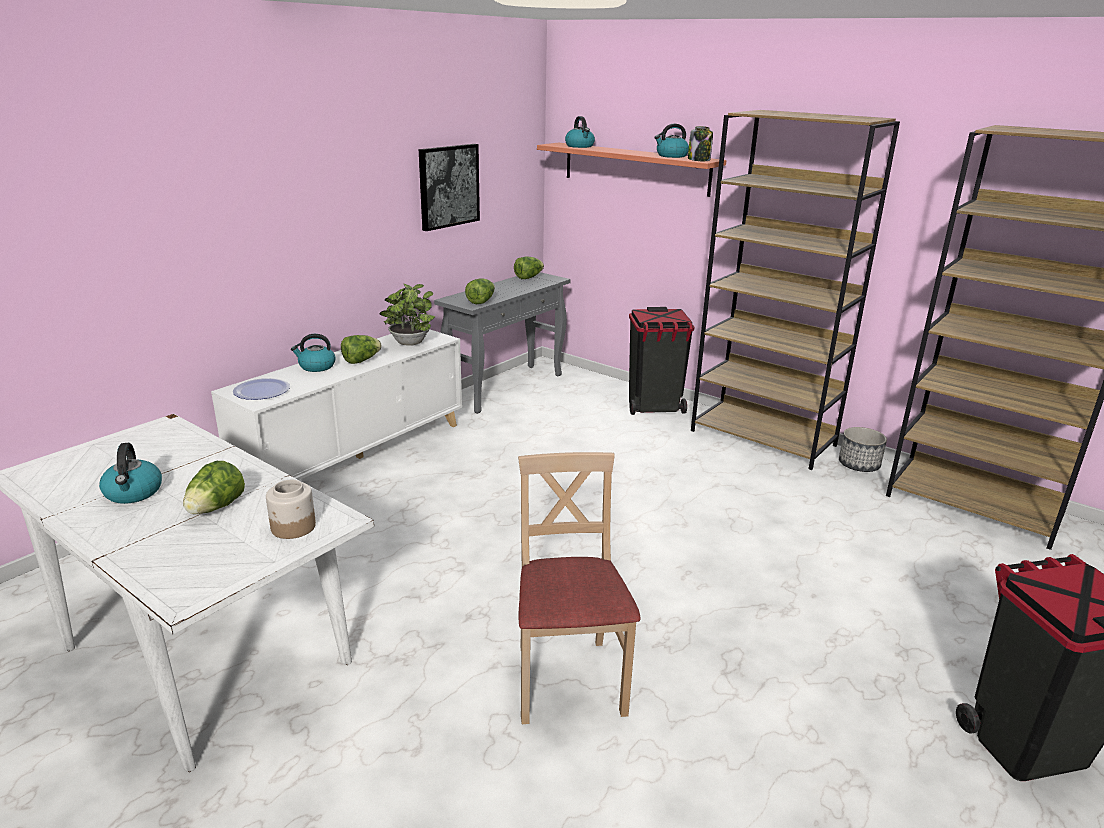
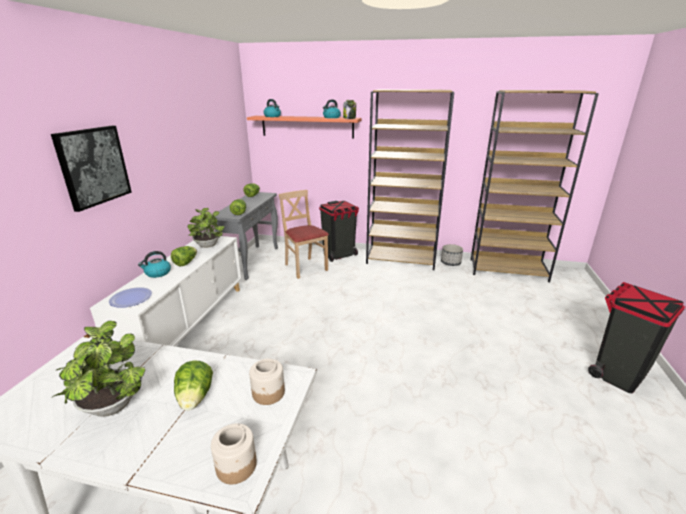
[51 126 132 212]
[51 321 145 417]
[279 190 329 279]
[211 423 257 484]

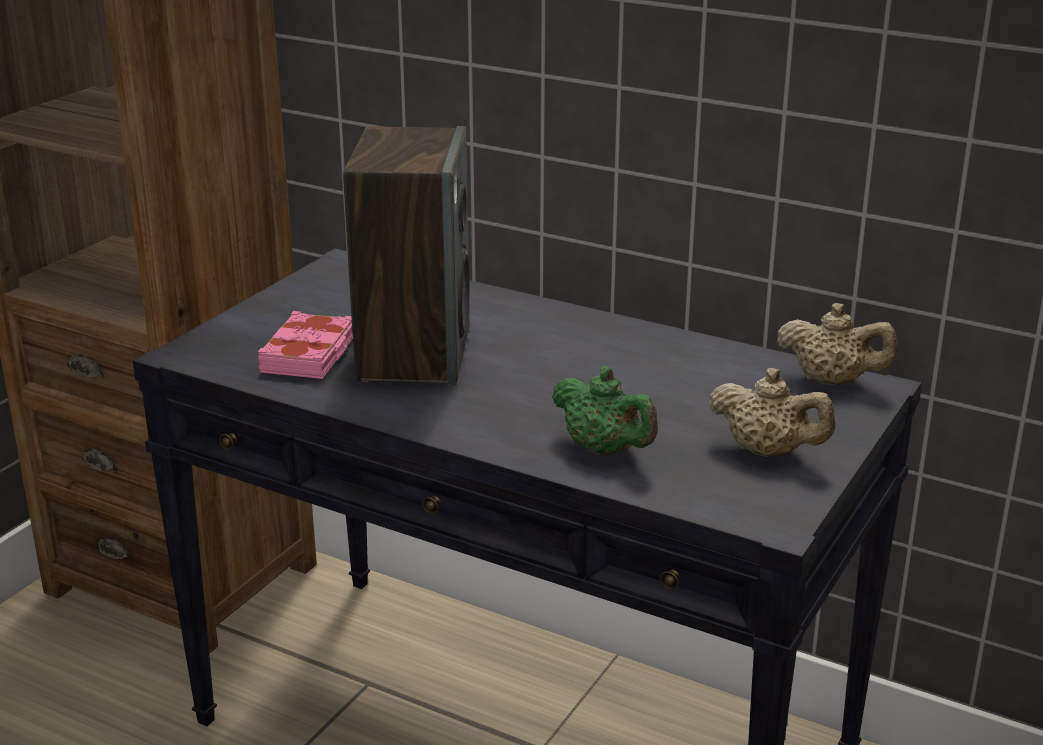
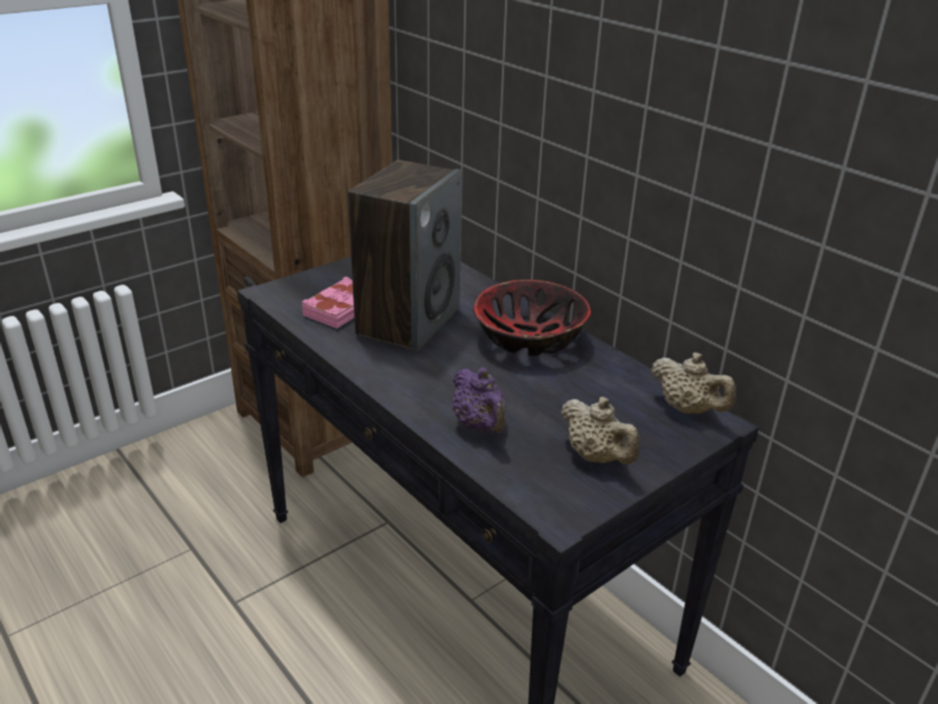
[453 367 506 434]
[473 279 591 356]

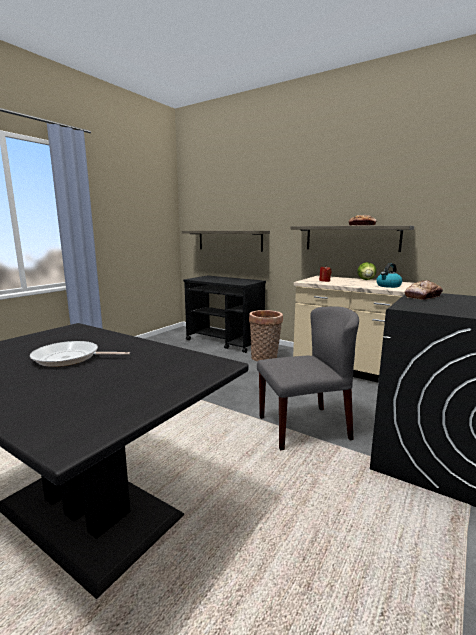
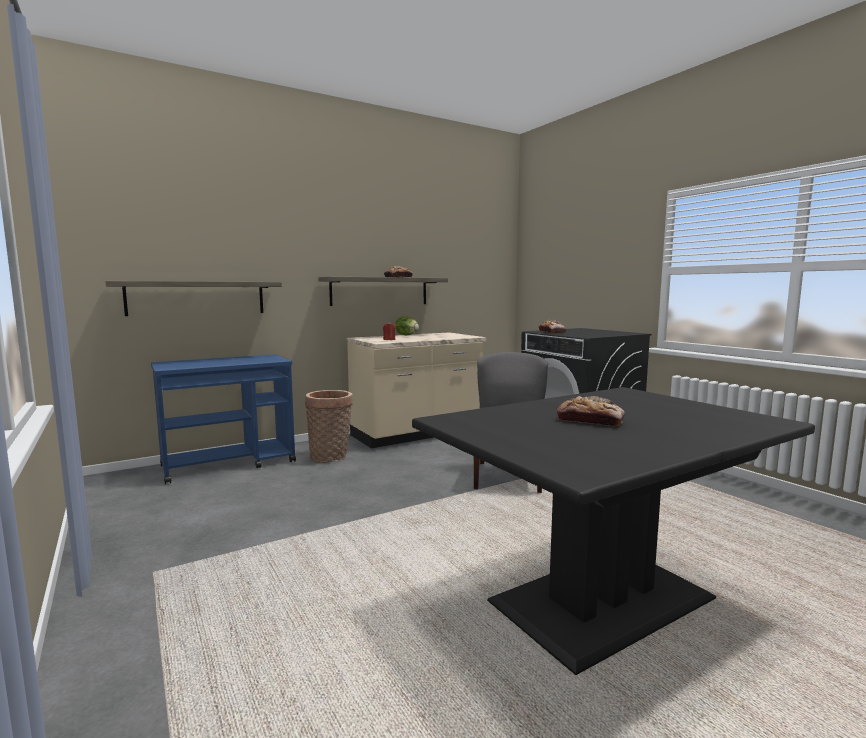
[376 263 403 288] (first image)
[151 354 296 484]
[557 396 625 426]

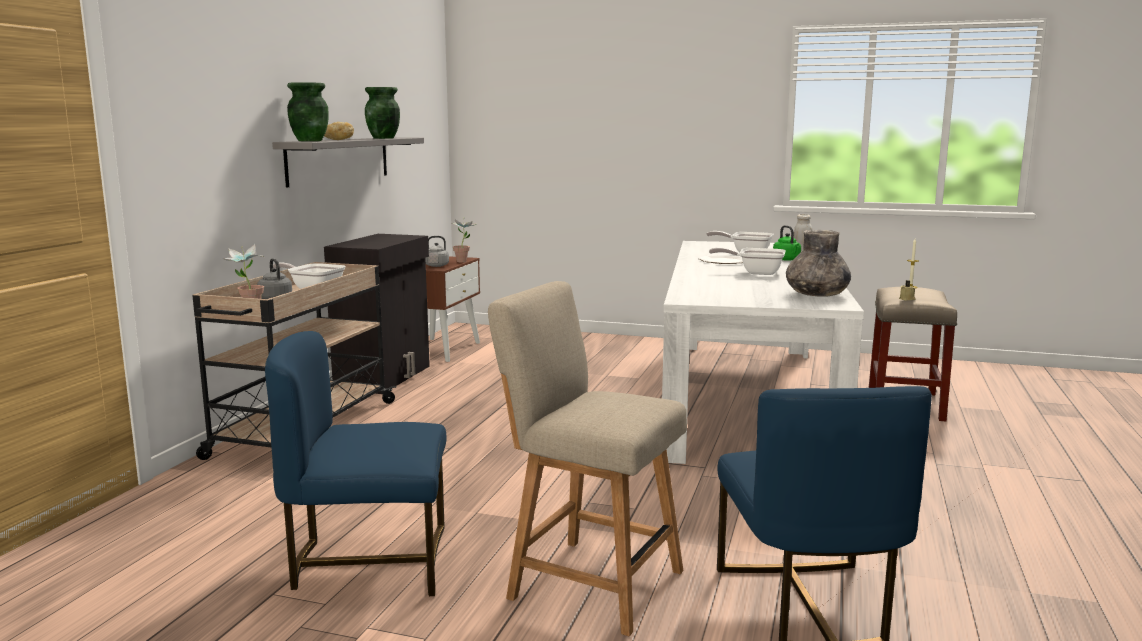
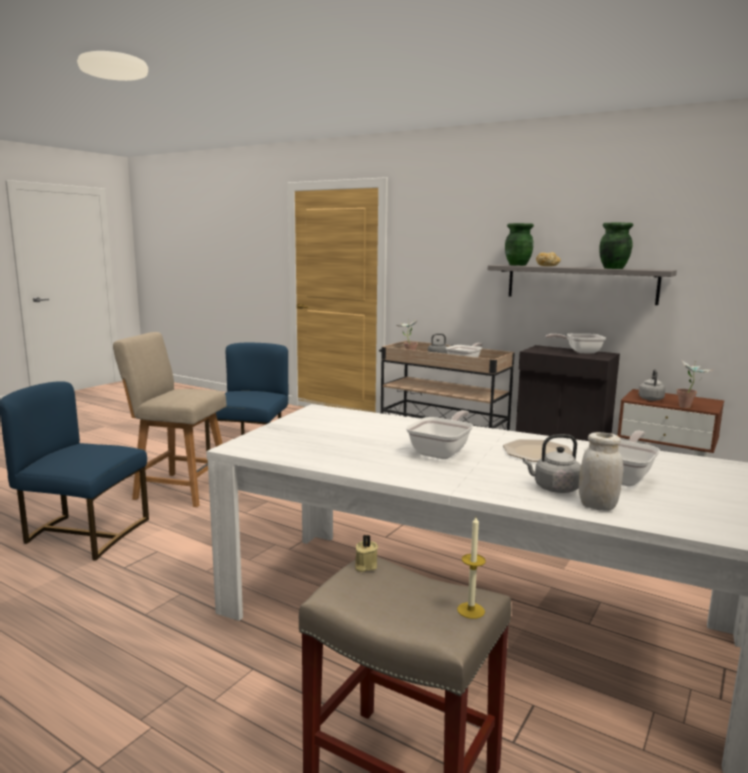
[523 434 581 493]
[786 230 851 297] (first image)
[113 332 227 507]
[545 333 606 353]

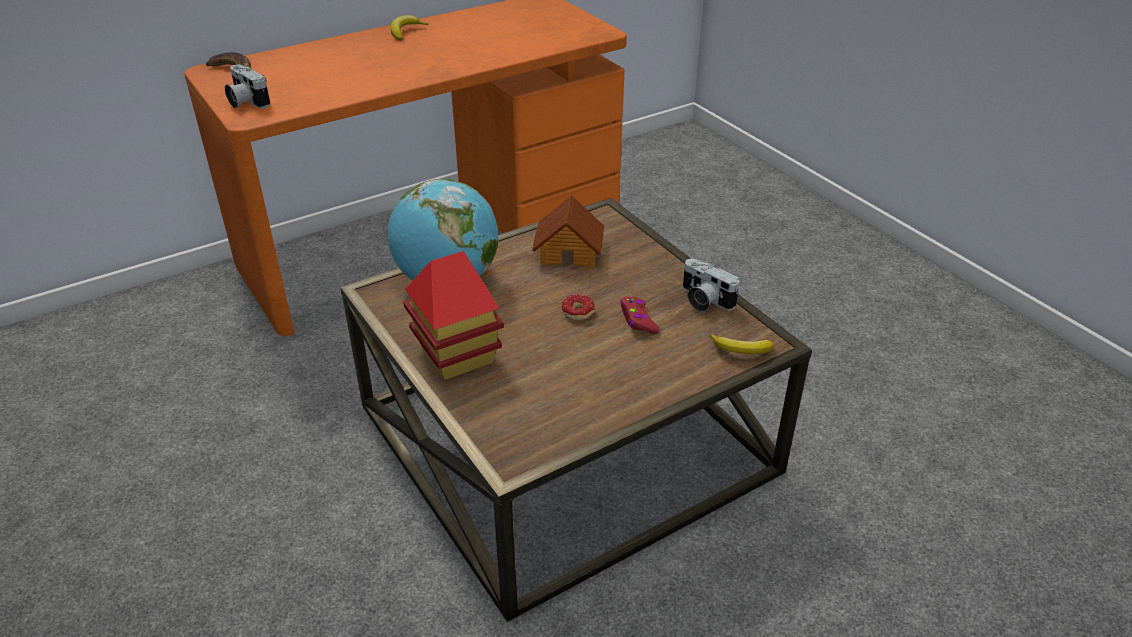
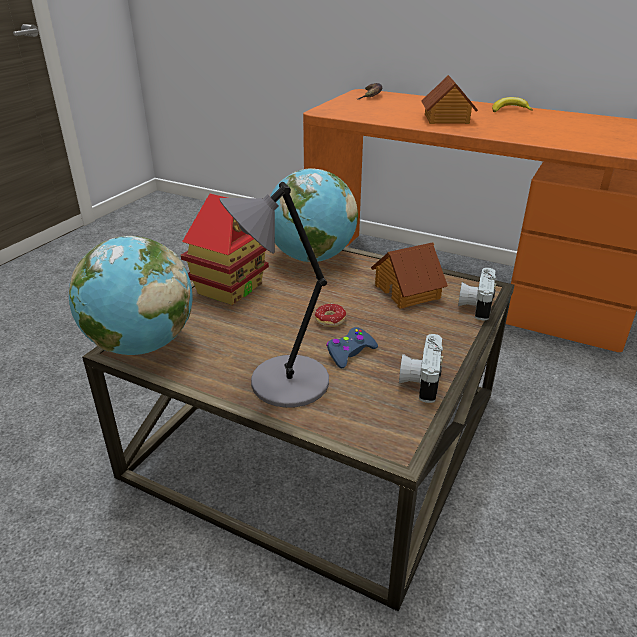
[458 268 496 320]
[326 327 378 368]
[710 334 774 354] (first image)
[421 75 478 124]
[219 182 329 408]
[69 236 192 355]

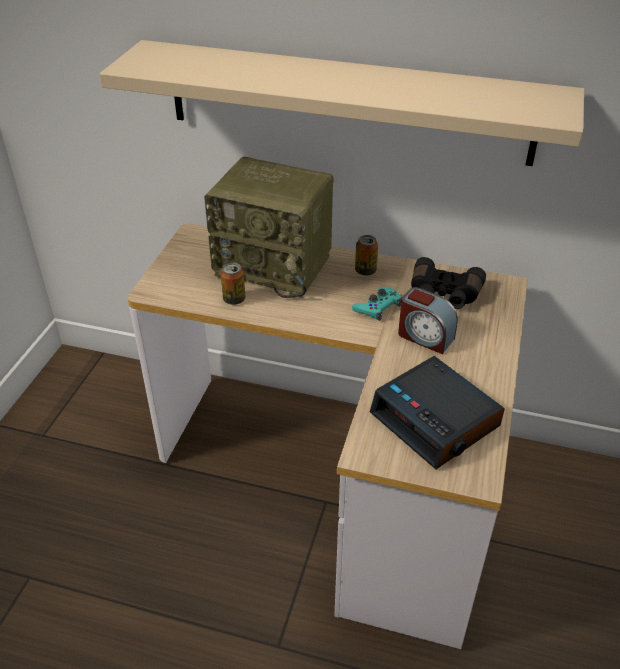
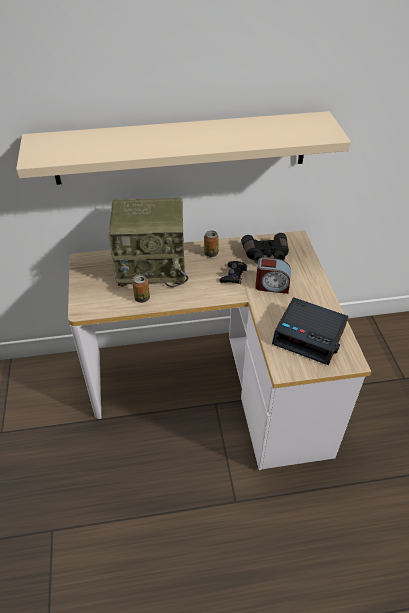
[220 261 247 284]

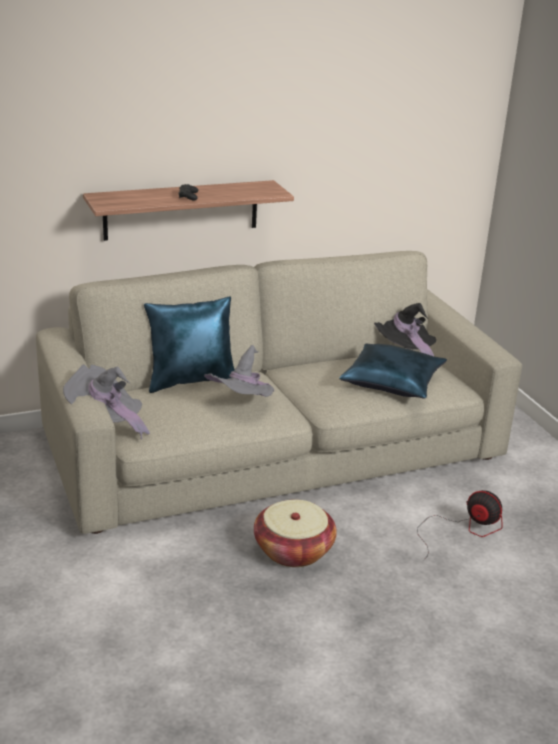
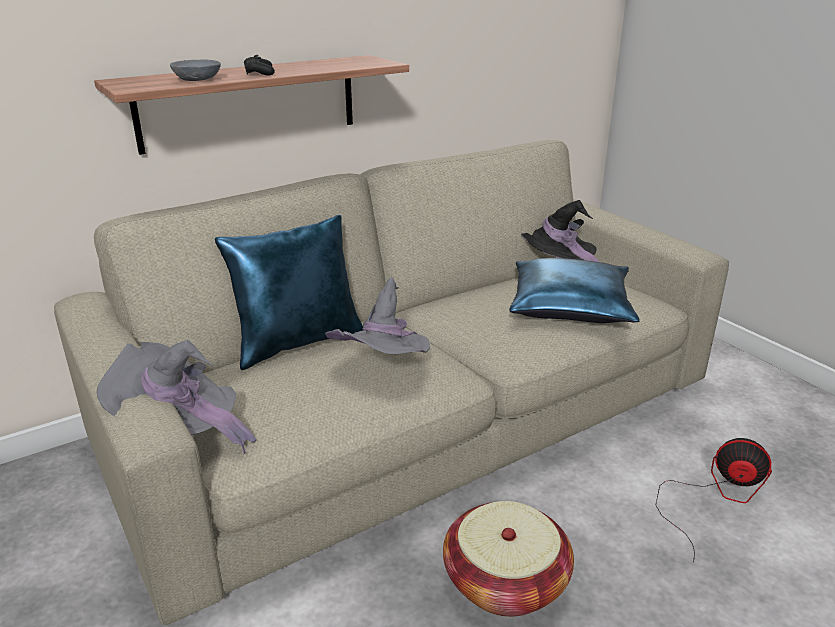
[170 60 221 81]

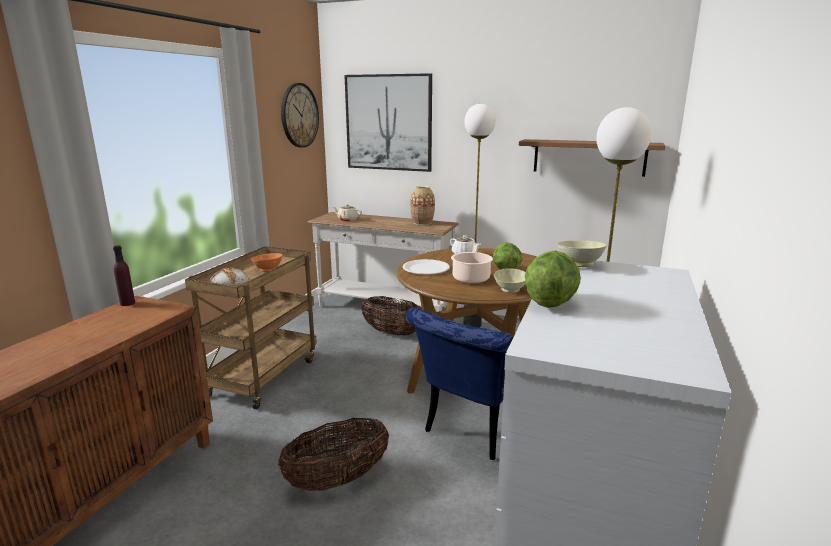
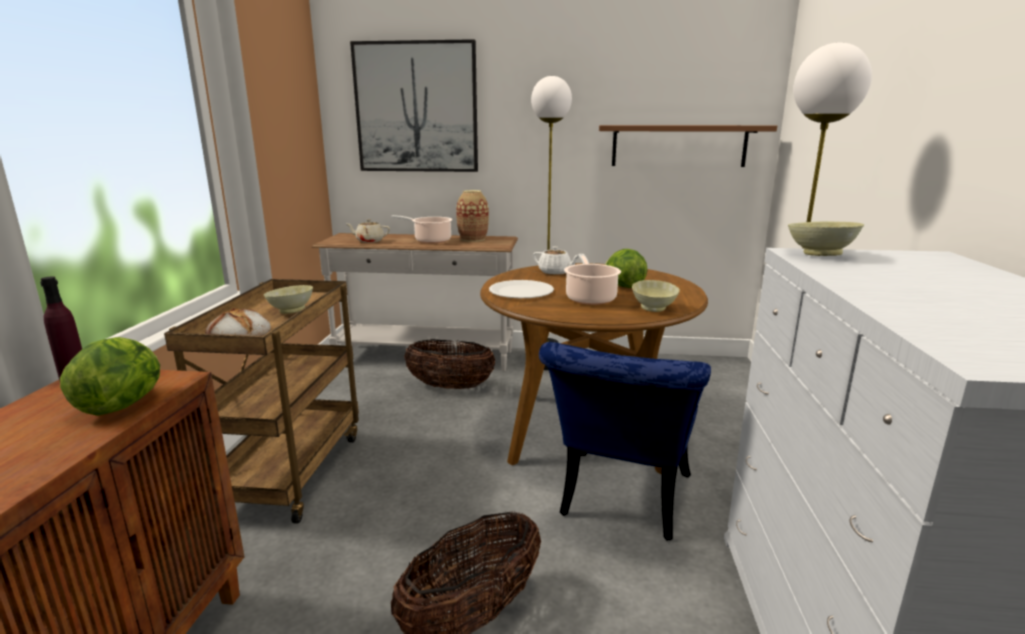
[281 83 319 148] (first image)
[60 337 160 416]
[264 285 313 314]
[391 215 452 243]

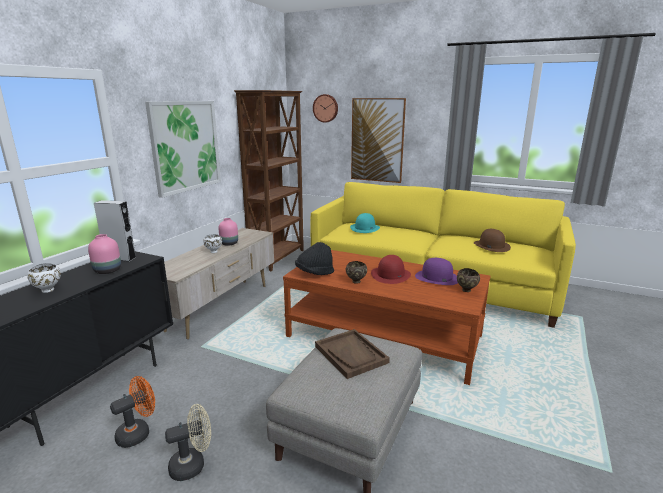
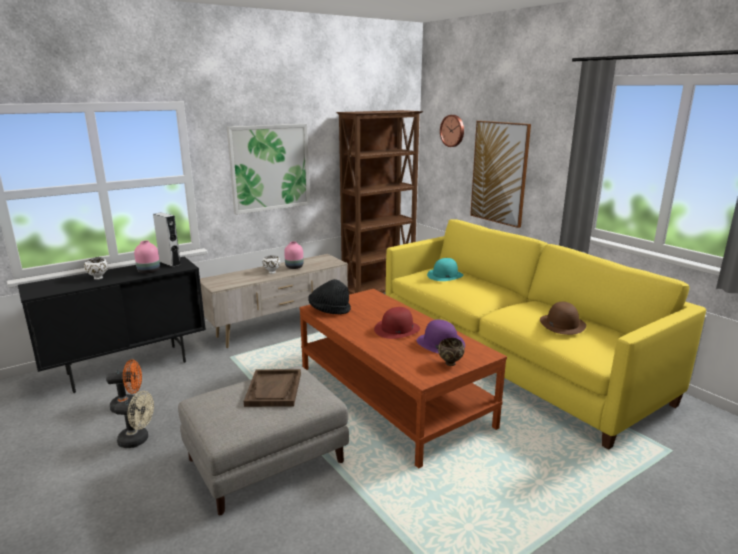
[346 261 367 284] (first image)

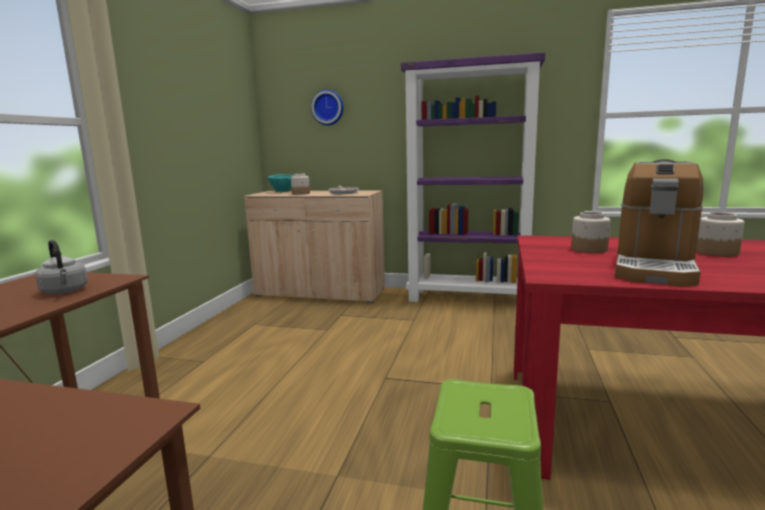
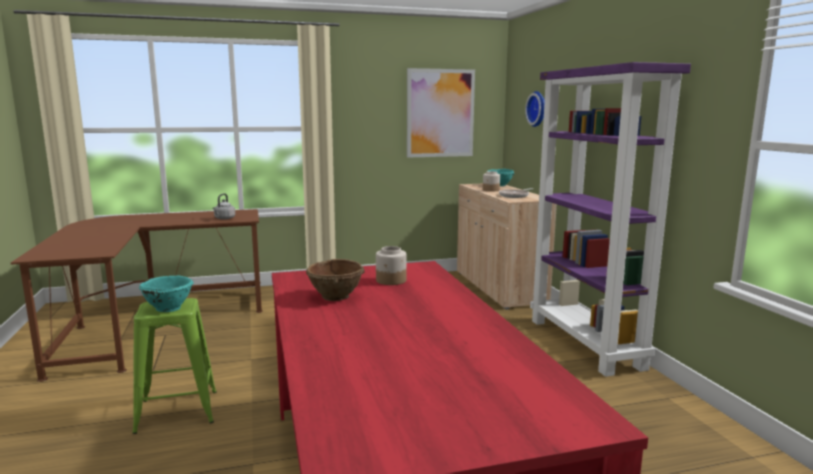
[306 259 365 301]
[696 213 744 257] (first image)
[407 68 475 157]
[139 276 194 312]

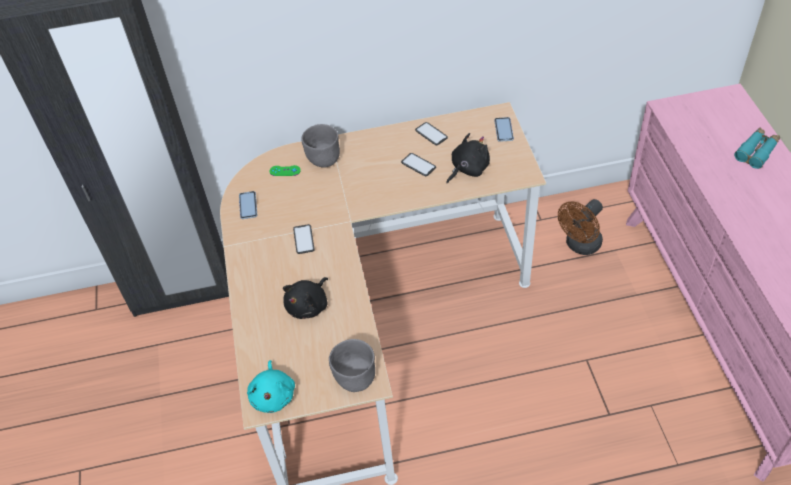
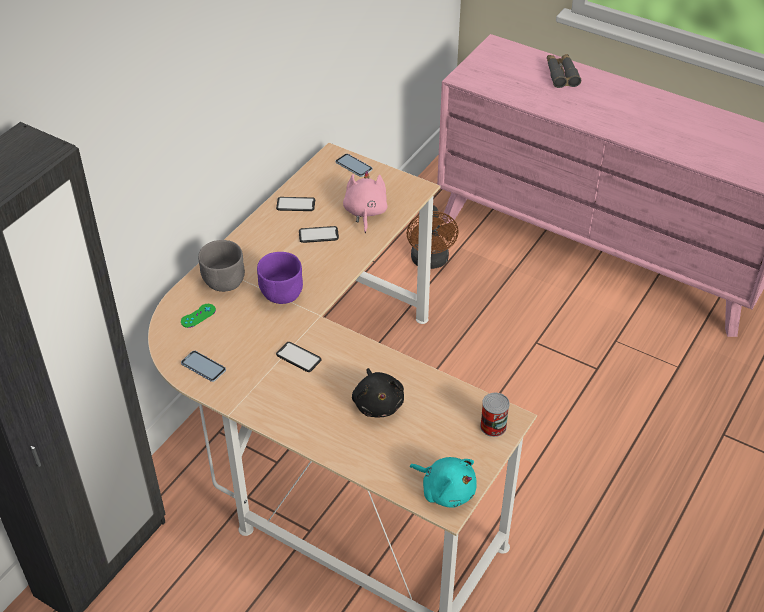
[547 54 581 88]
[343 170 388 233]
[480 393 510 437]
[257 252 303 304]

